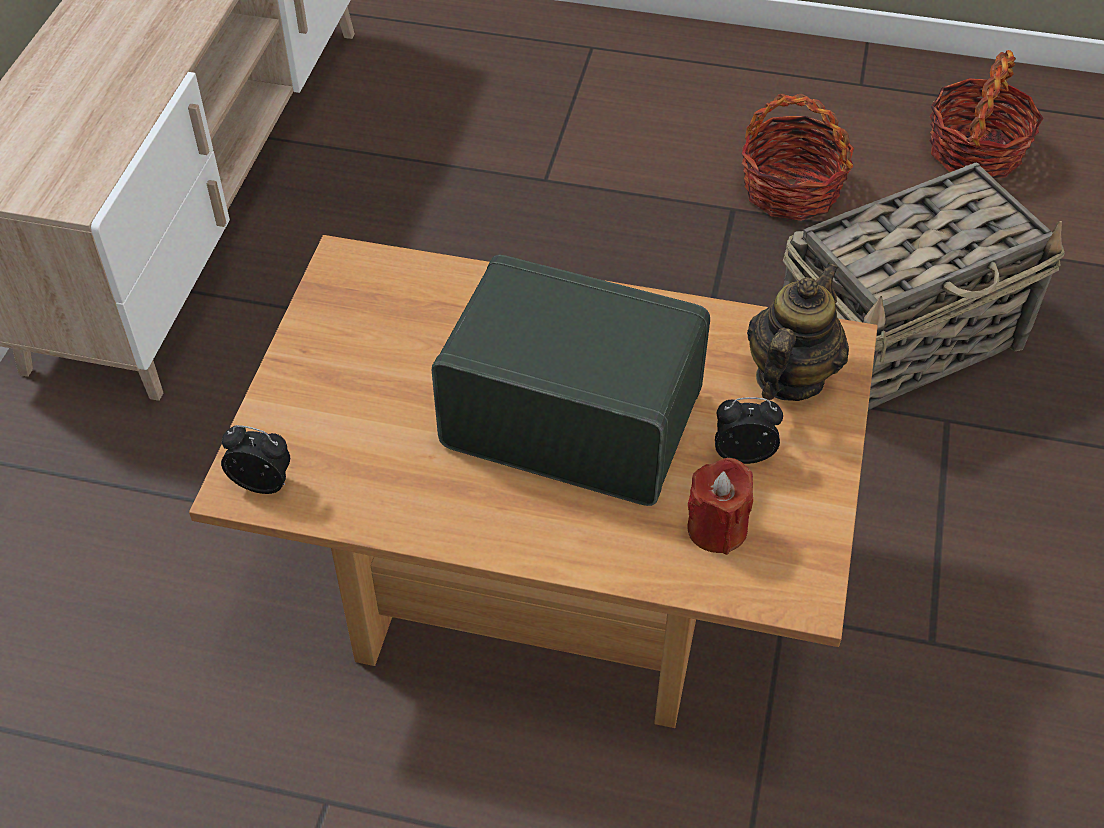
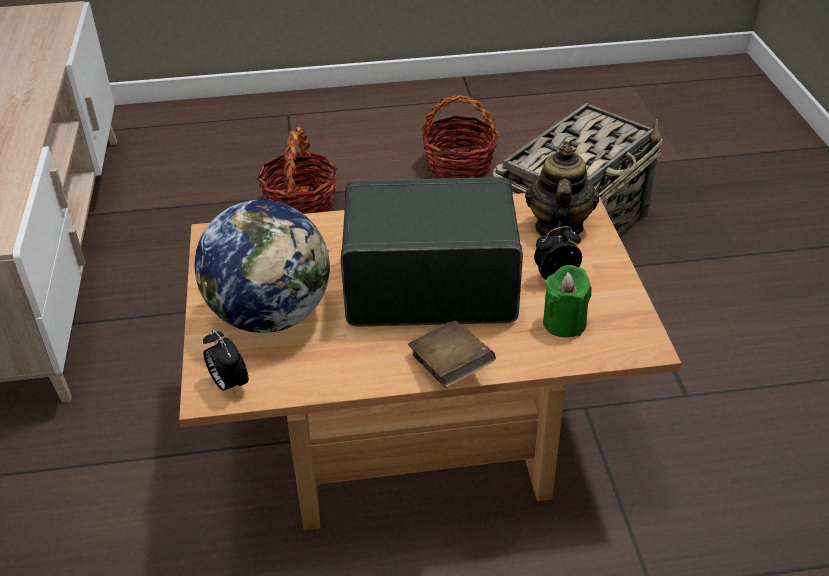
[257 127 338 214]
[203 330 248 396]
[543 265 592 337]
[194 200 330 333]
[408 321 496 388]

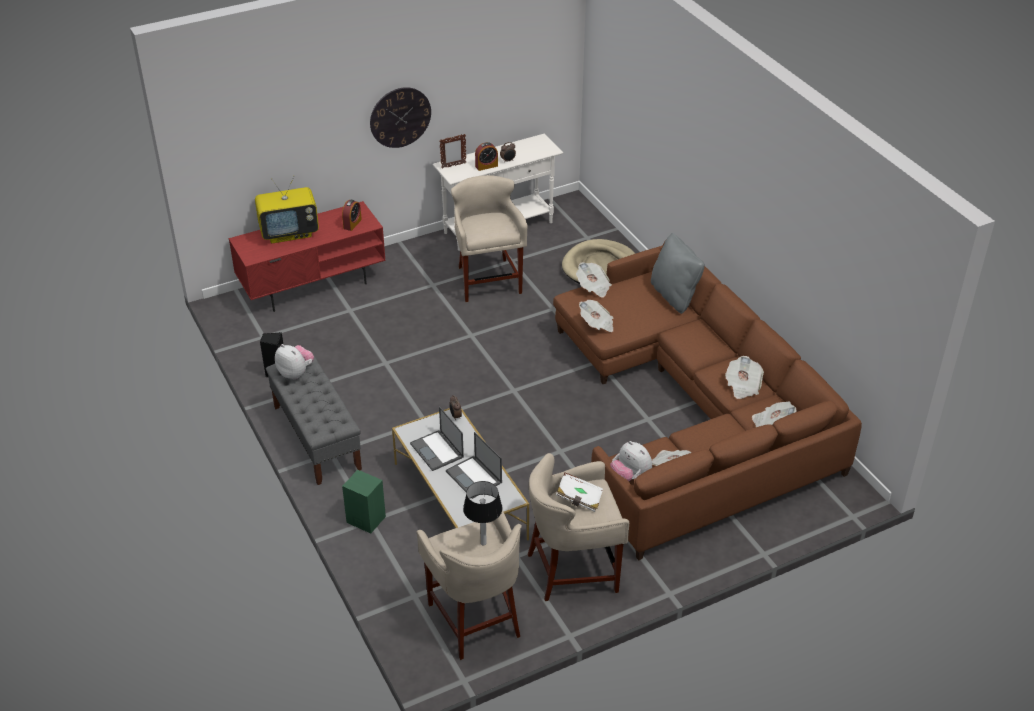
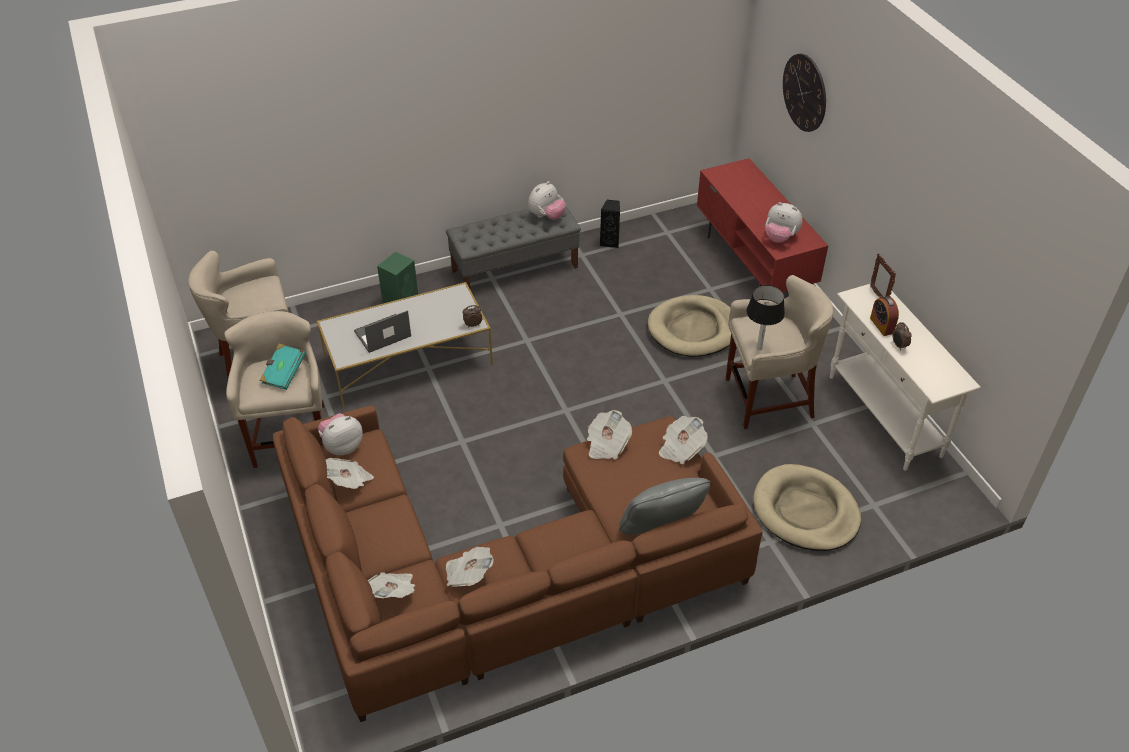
[783 54 826 132]
[255 177 319 243] (first image)
[765 202 803 243]
[410 406 464 471] (first image)
[259 343 306 390]
[746 285 785 350]
[648 295 731 357]

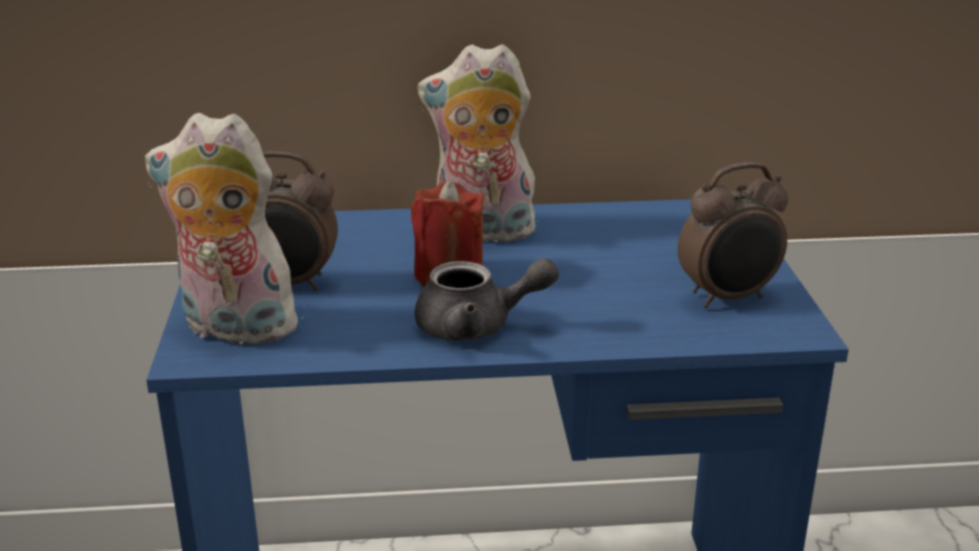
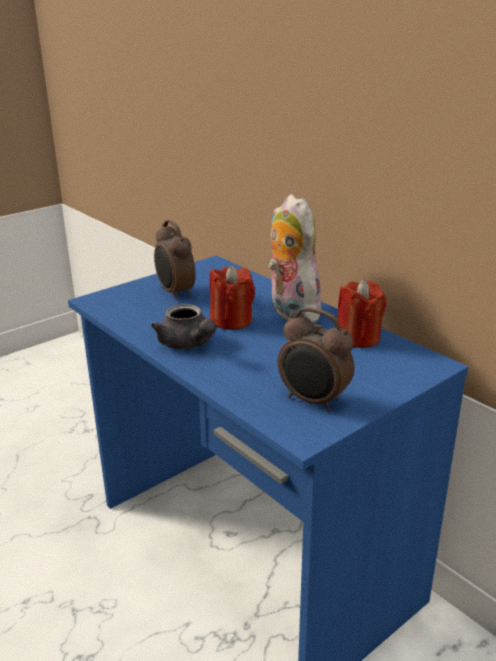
[145 113 310 350] (first image)
[337 280 386 348]

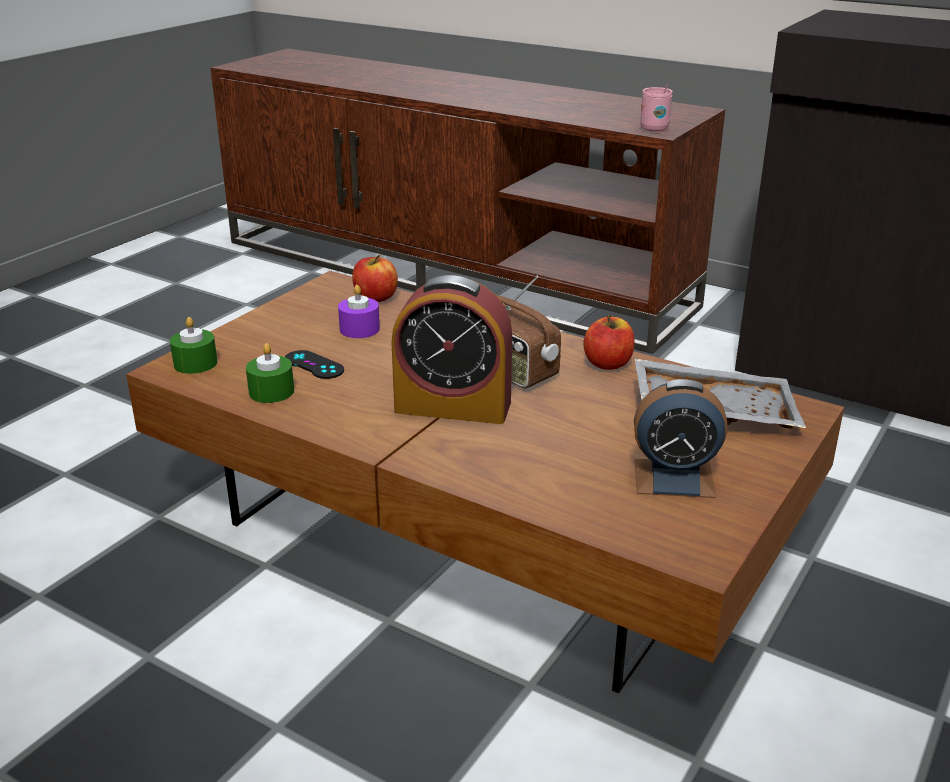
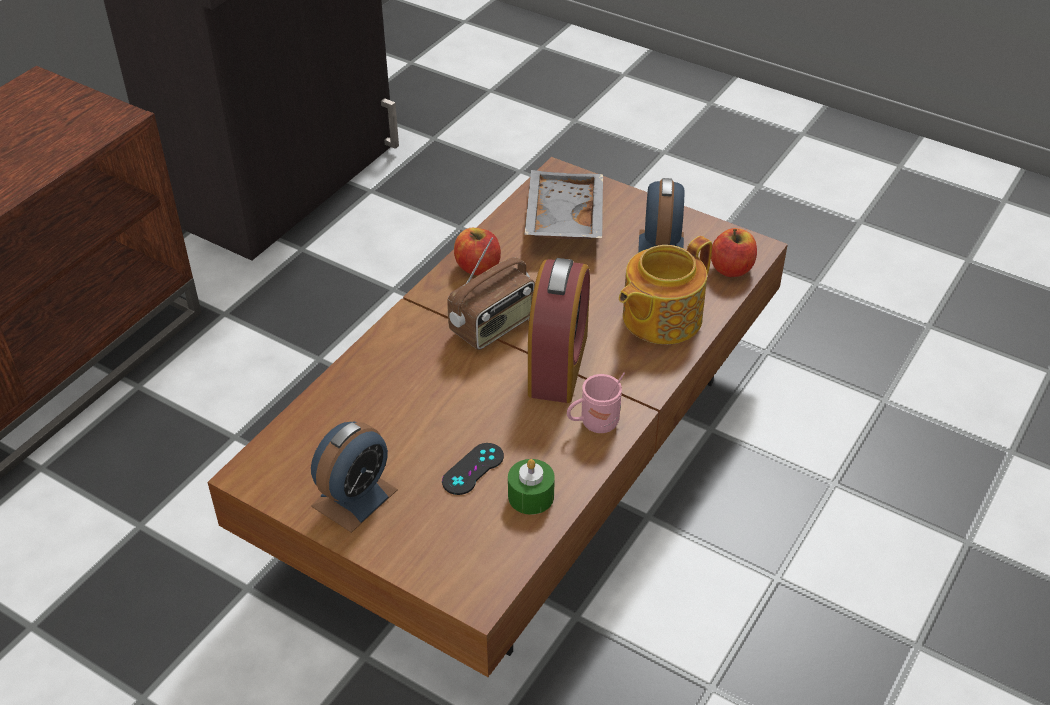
[567 372 625 433]
[711 228 757 277]
[338 285 380 338] (first image)
[170 317 218 374] (first image)
[619 236 712 344]
[311 421 398 533]

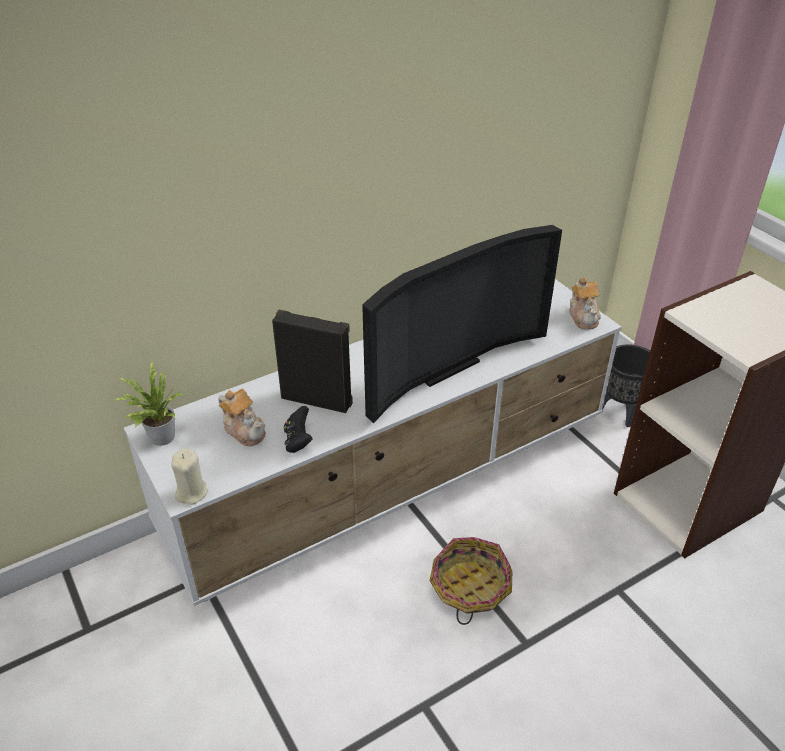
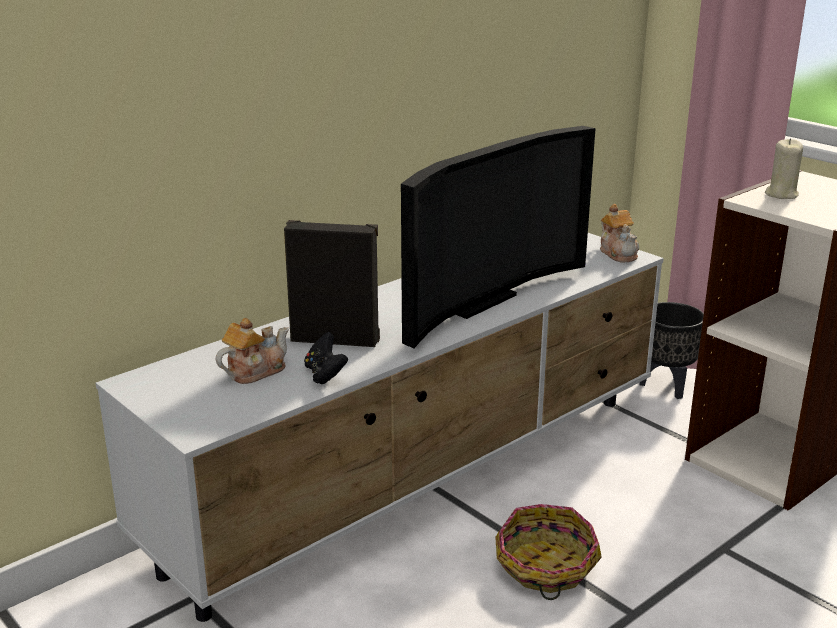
[114 361 182 446] (first image)
[216 318 289 384]
[765 138 803 199]

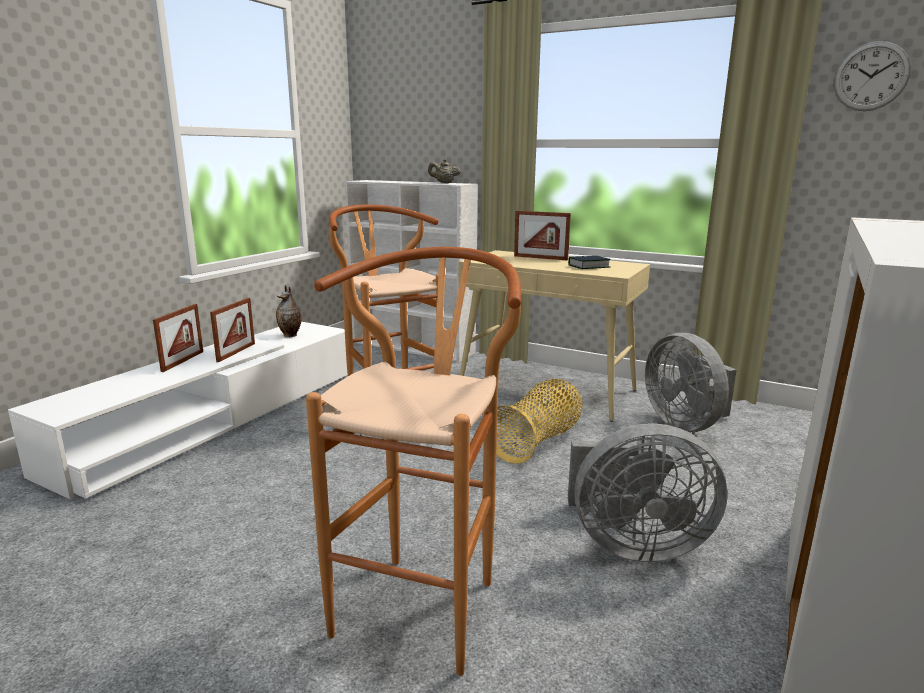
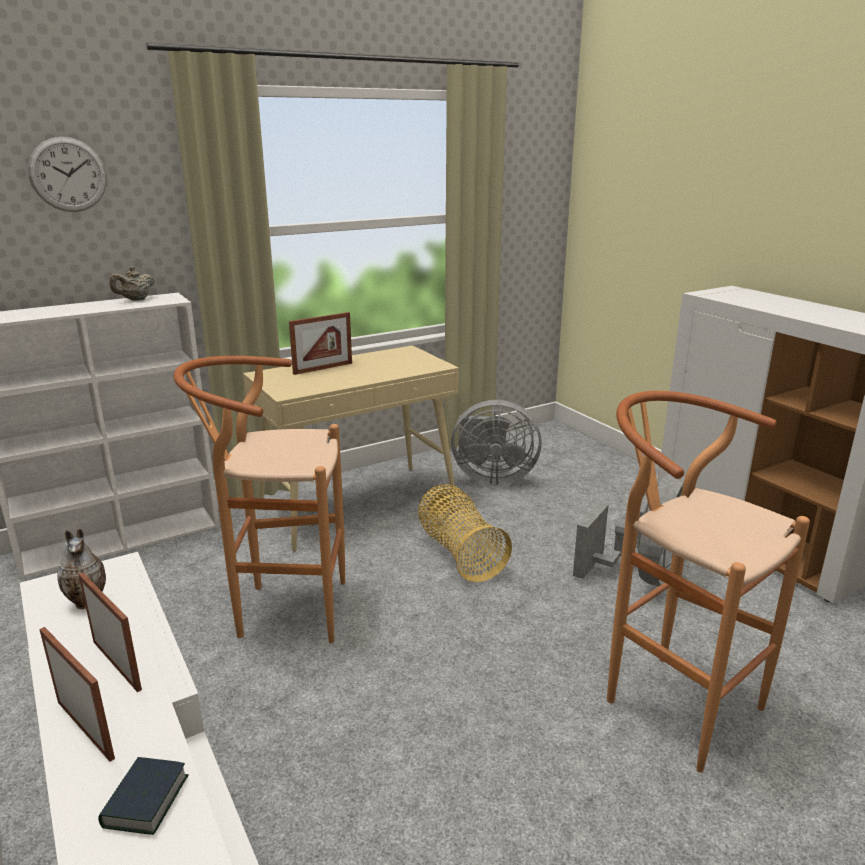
[28 137 107 212]
[98 757 189 835]

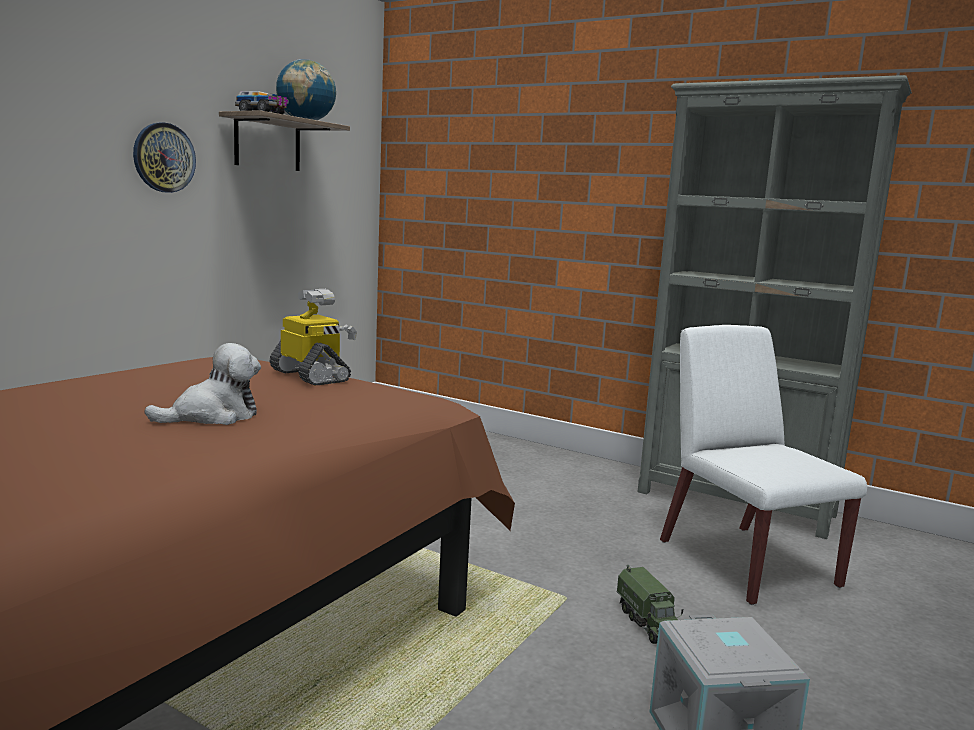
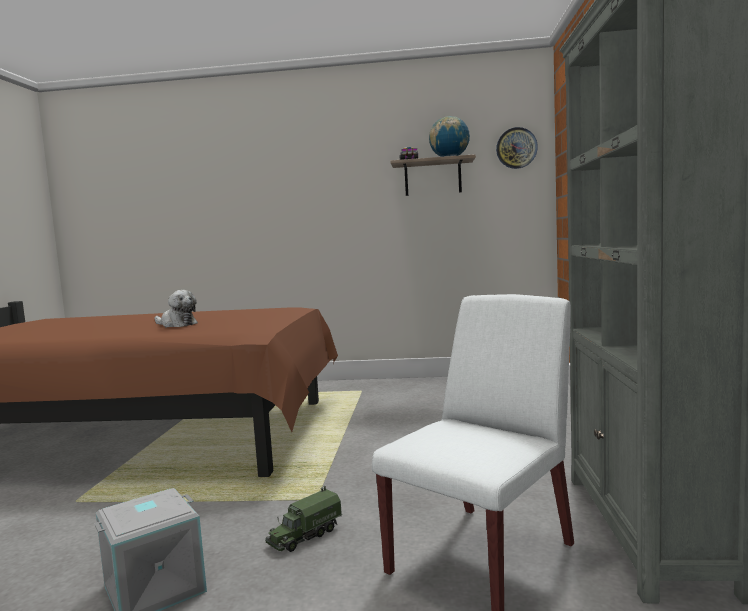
[496 127 538 169]
[270 289 357 385] (first image)

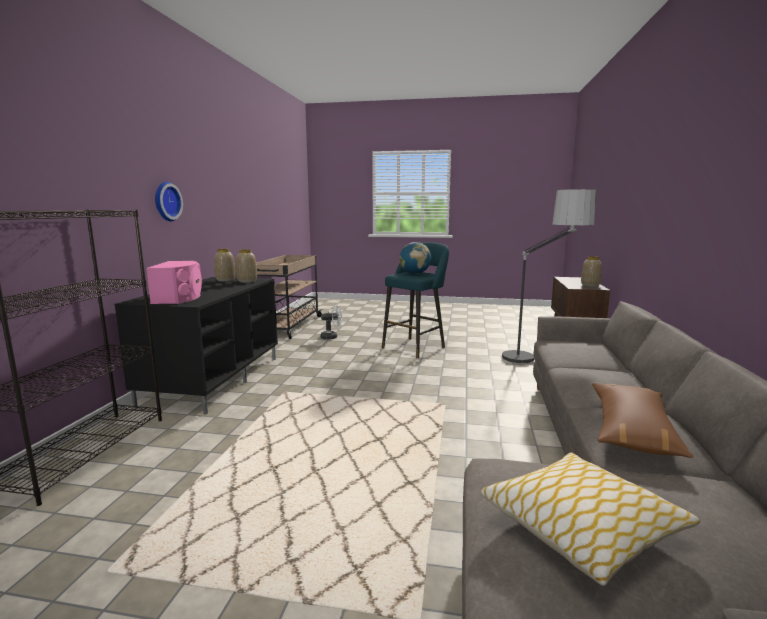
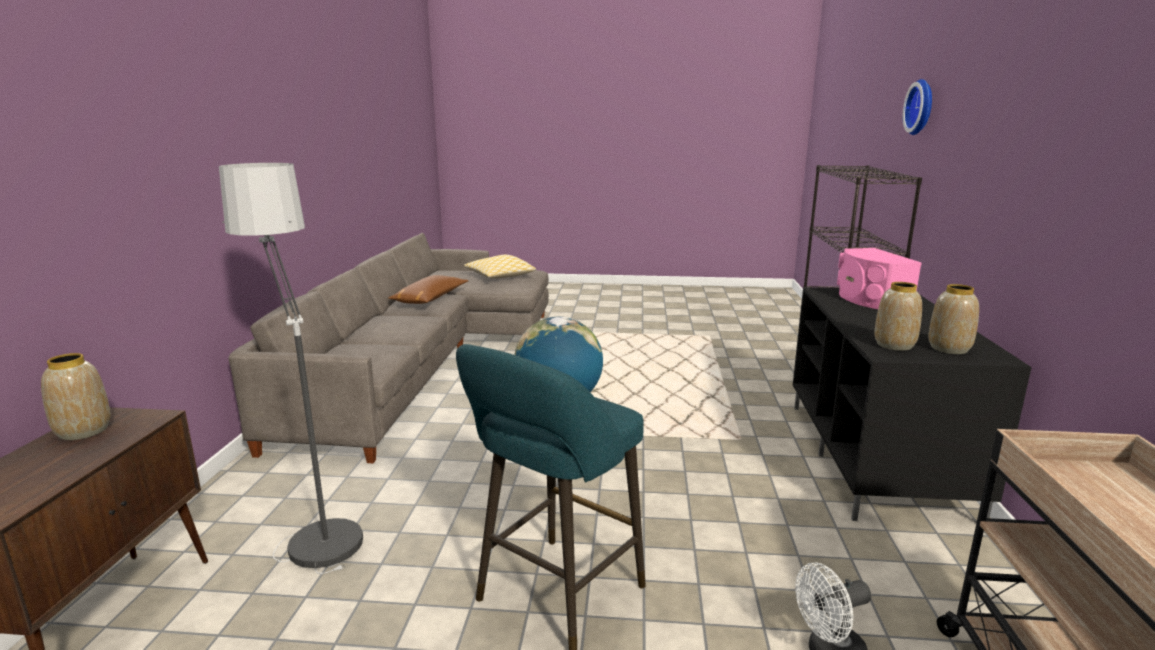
[903 79 932 135]

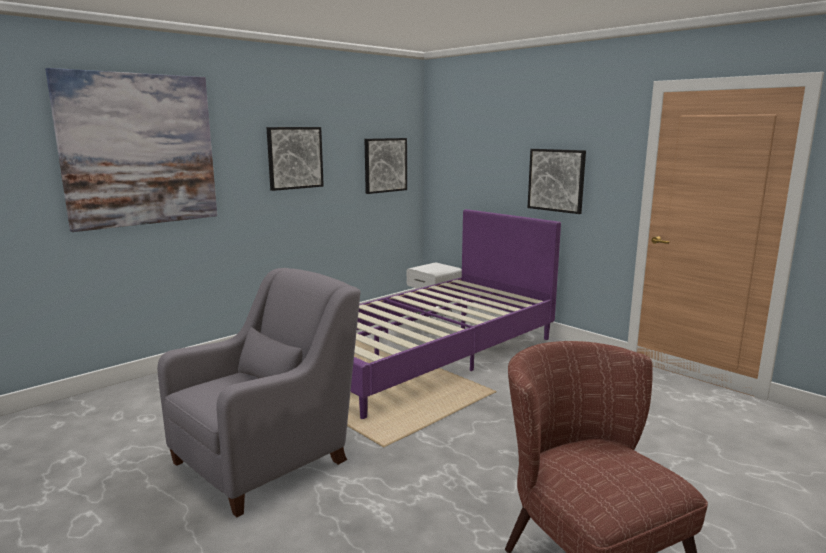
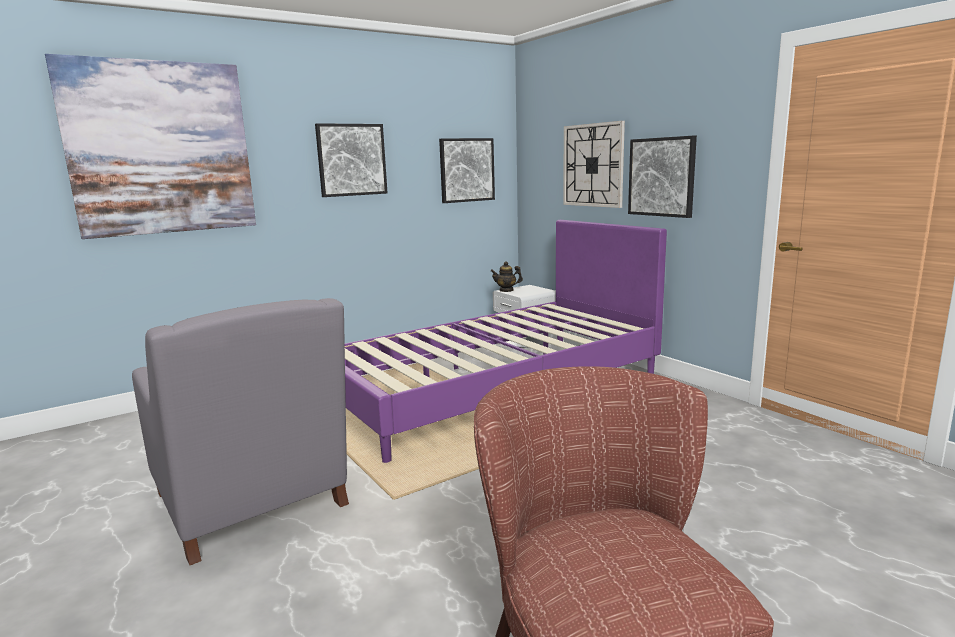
[132 298 349 565]
[563 121 625 208]
[491 261 523 292]

